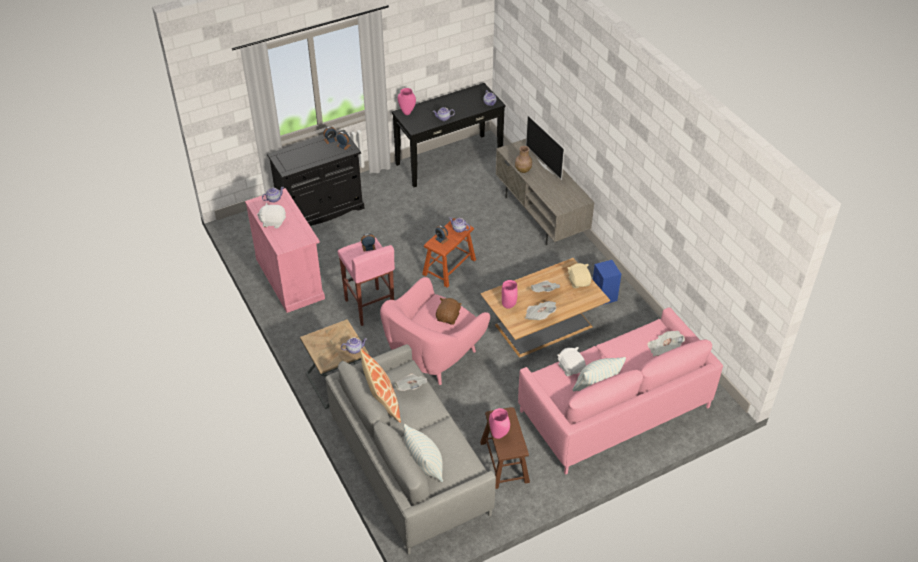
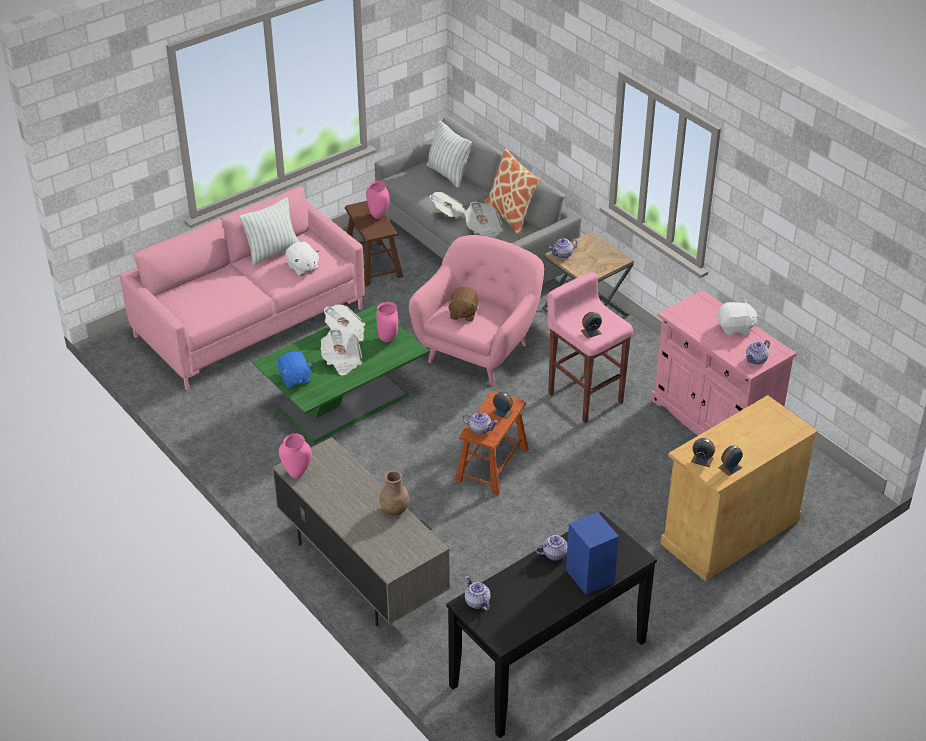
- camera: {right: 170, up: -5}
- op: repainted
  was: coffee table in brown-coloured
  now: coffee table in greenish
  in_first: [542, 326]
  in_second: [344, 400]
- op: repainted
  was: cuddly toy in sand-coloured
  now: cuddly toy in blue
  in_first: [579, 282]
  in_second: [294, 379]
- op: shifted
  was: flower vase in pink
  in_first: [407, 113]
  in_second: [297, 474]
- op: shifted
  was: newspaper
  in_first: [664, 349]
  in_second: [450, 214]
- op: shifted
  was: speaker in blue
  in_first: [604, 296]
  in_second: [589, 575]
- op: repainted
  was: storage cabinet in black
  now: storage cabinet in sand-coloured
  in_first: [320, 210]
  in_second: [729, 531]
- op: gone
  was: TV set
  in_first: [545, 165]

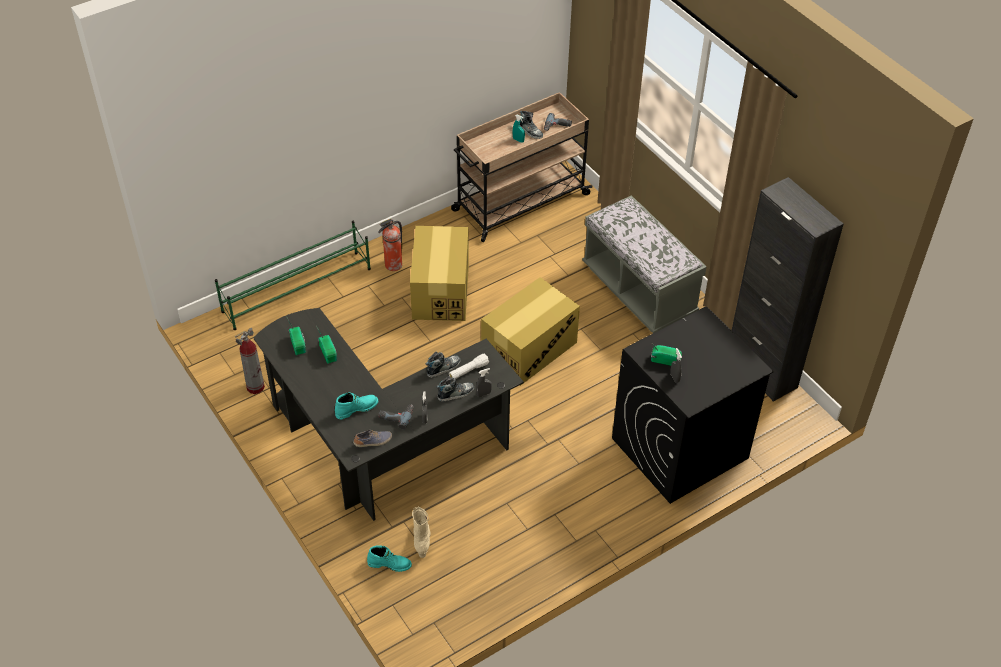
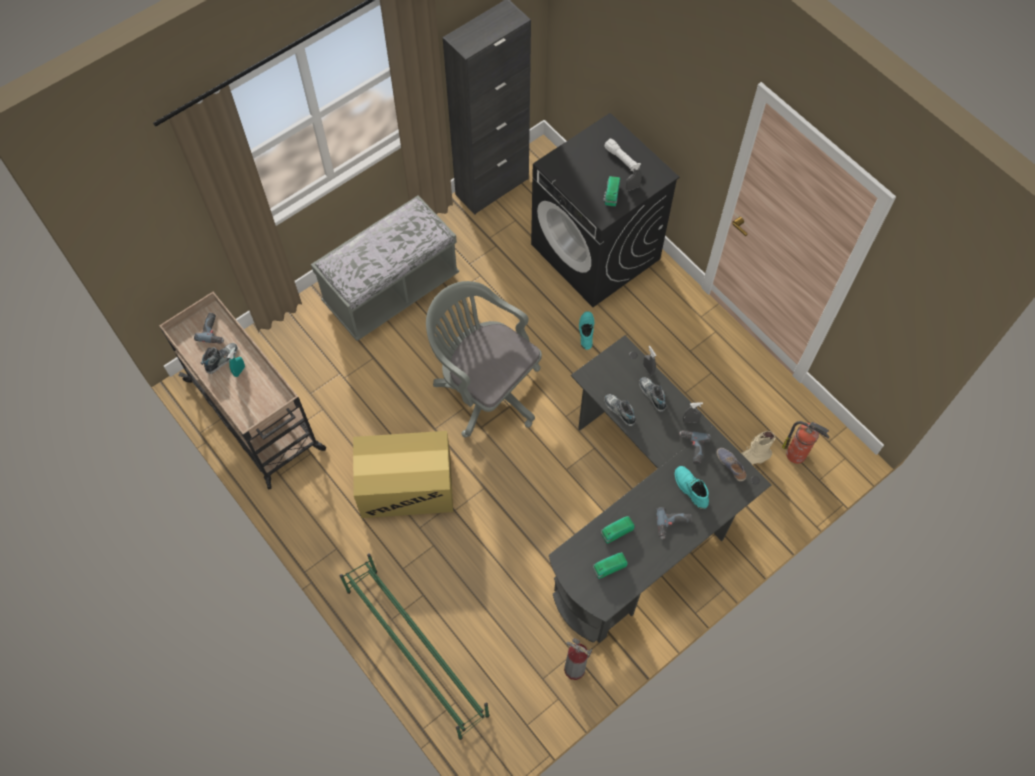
- camera: {right: -95, up: 15}
- op: swapped
  was: carton
  now: office chair in gray
  in_first: [529, 348]
  in_second: [485, 388]
- op: shifted
  was: tall boot in turquoise
  in_first: [390, 563]
  in_second: [585, 331]
- op: shifted
  was: torch in whitish
  in_first: [468, 371]
  in_second: [621, 159]
- op: new
  now: electric drill
  in_second: [673, 525]
- op: shifted
  was: extinguisher
  in_first: [392, 265]
  in_second: [797, 455]

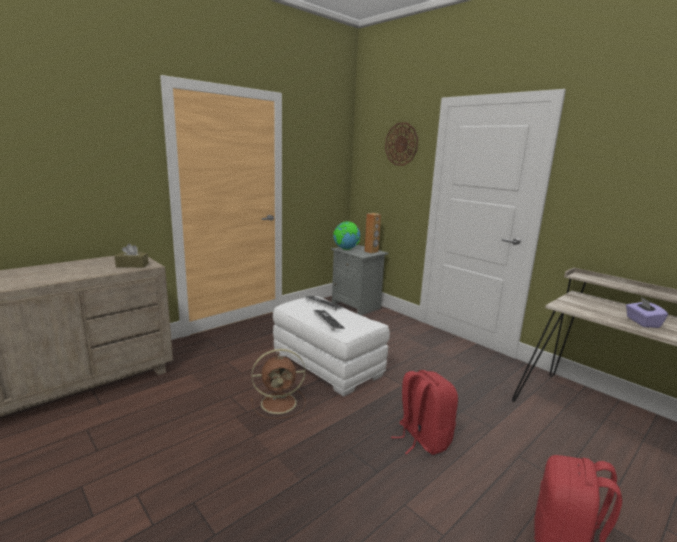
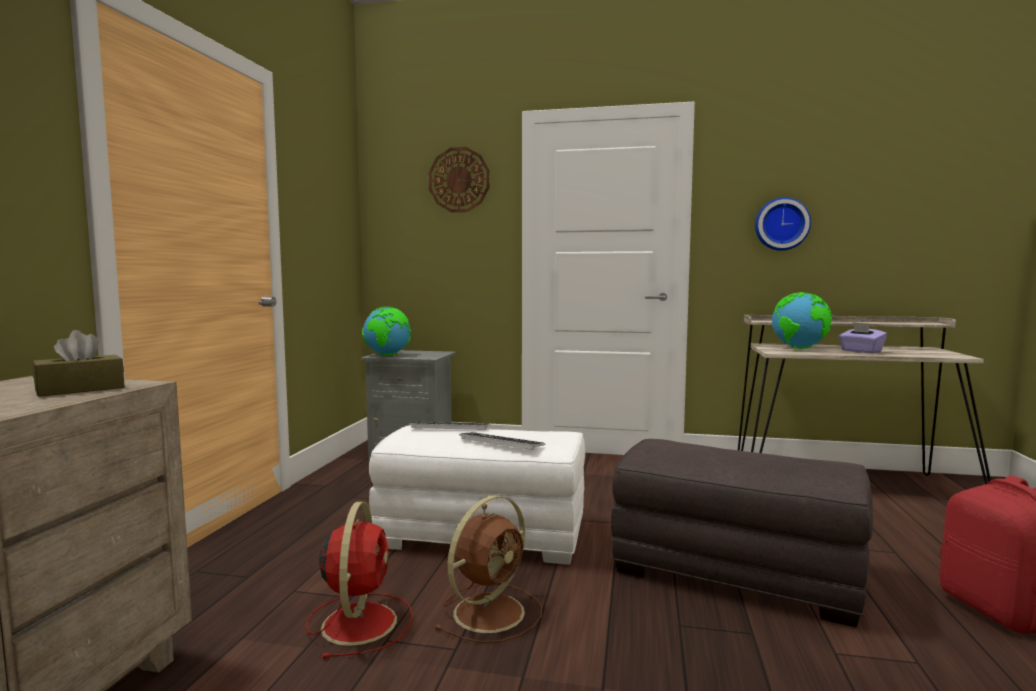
- camera: {right: -35, up: -10}
- op: new
  now: fan in reddish
  in_second: [360, 621]
- op: swapped
  was: knapsack in reddish
  now: pouffe in gray
  in_first: [422, 439]
  in_second: [733, 572]
- op: new
  now: wall clock
  in_second: [781, 224]
- op: new
  now: desk globe
  in_second: [800, 348]
- op: gone
  was: speaker in brown-coloured
  in_first: [371, 251]

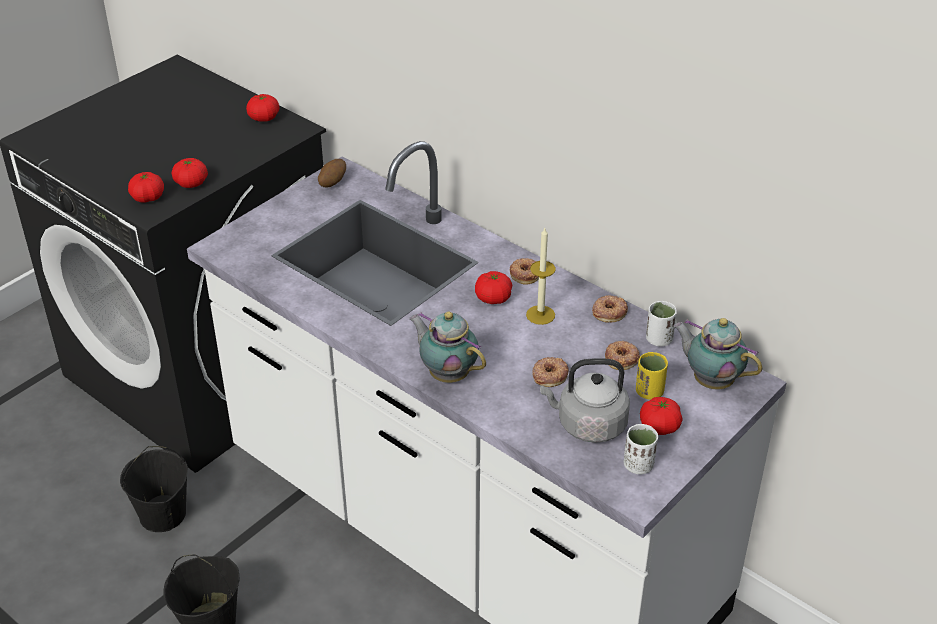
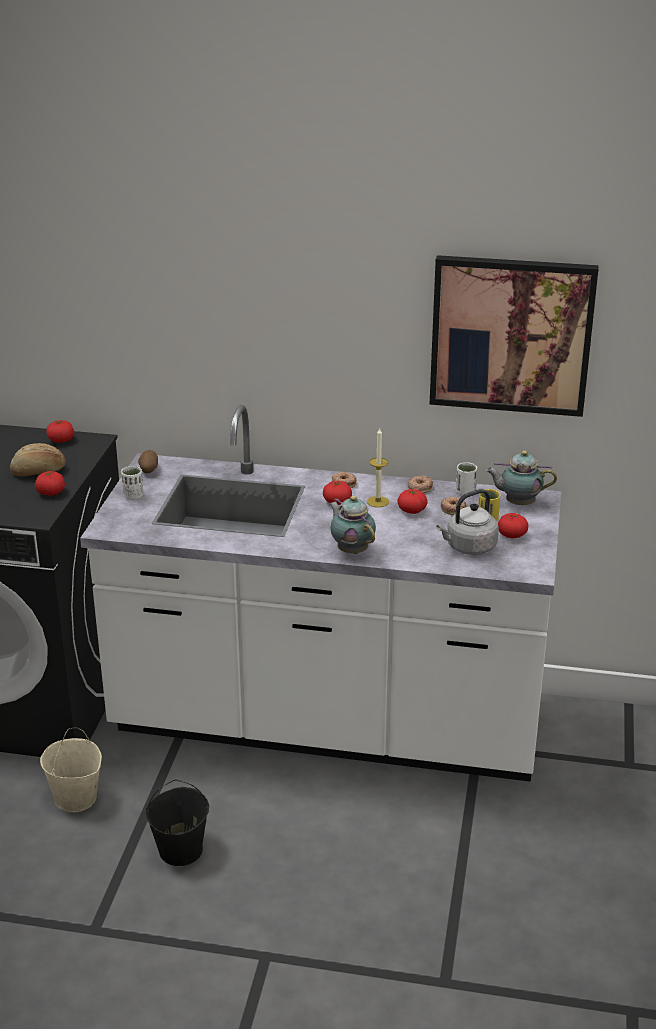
- camera: {right: -30, up: -10}
- op: new
  now: bakery bread
  in_second: [39, 472]
- op: repainted
  was: pail in black
  now: pail in sand-coloured
  in_first: [163, 515]
  in_second: [76, 798]
- op: shifted
  was: cup in whitish
  in_first: [638, 465]
  in_second: [133, 496]
- op: rotated
  was: tea pot
  in_first: [447, 374]
  in_second: [351, 550]
  clockwise: 45
- op: shifted
  was: fresh tomato
  in_first: [148, 198]
  in_second: [412, 510]
- op: new
  now: wall picture
  in_second: [511, 335]
- op: gone
  was: ring doughnut
  in_first: [549, 375]

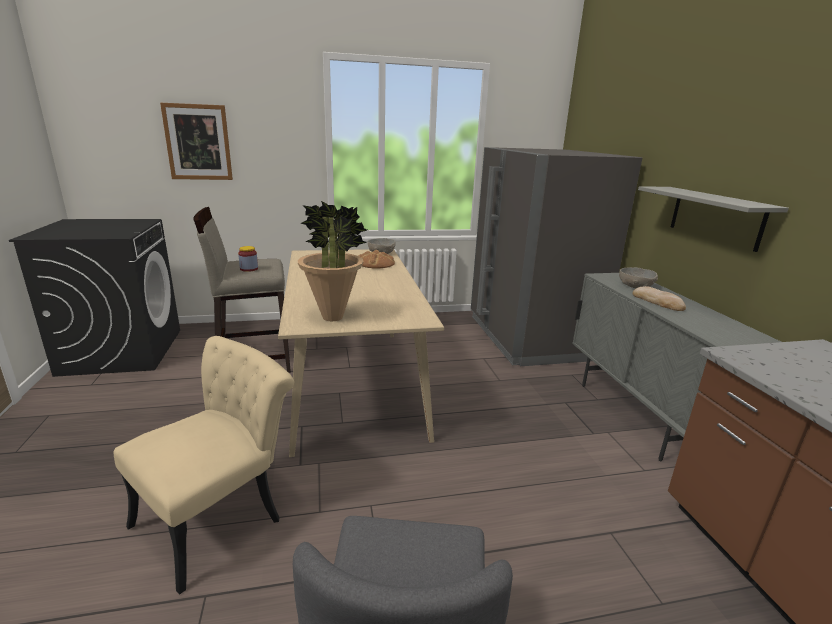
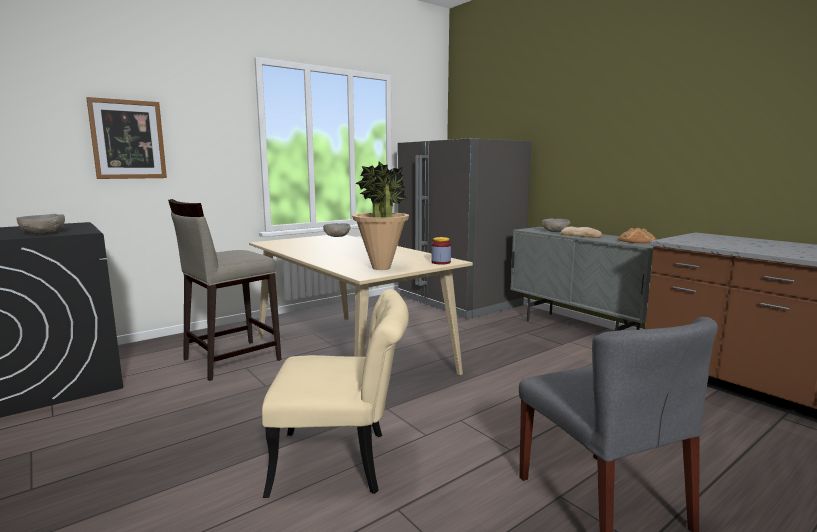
- camera: {right: -25, up: -10}
- op: new
  now: bowl in gray
  in_second: [43, 233]
- op: rotated
  was: chair in sand-coloured
  in_first: [221, 515]
  in_second: [344, 462]
  clockwise: 75
- op: shifted
  was: preserve jar
  in_first: [249, 269]
  in_second: [441, 262]
- op: shifted
  was: bakery bread
  in_first: [375, 263]
  in_second: [636, 241]
- op: gone
  was: wall shelf in gray
  in_first: [715, 217]

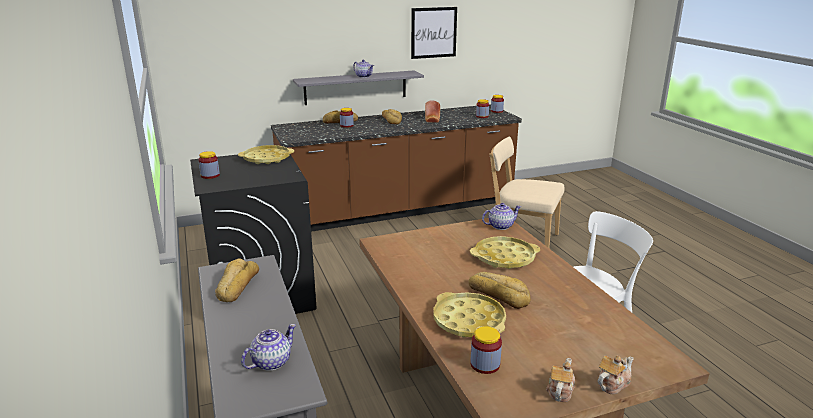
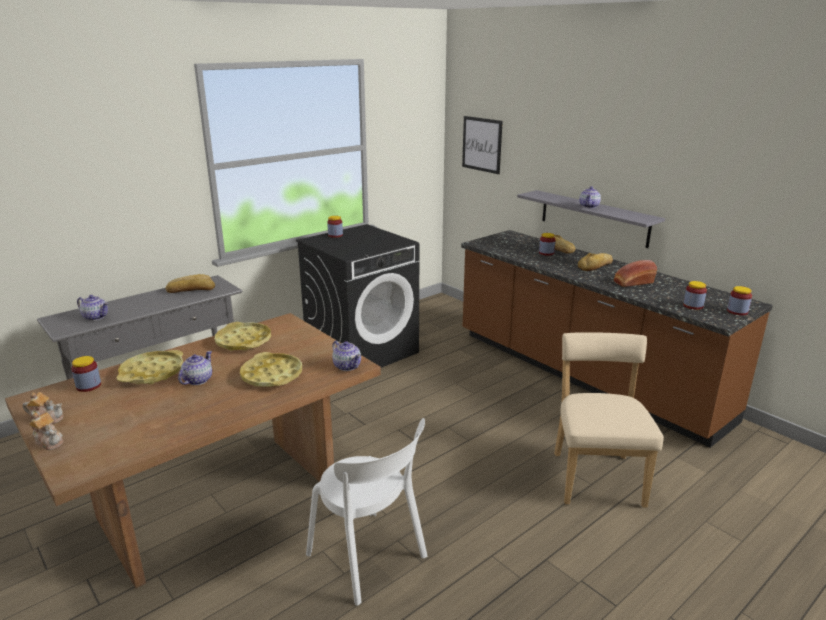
- camera: {right: 70, up: 0}
- op: swapped
  was: bakery bread
  now: tea pot
  in_first: [499, 294]
  in_second: [197, 380]
- op: shifted
  was: tray in yellowish
  in_first: [266, 159]
  in_second: [244, 341]
- op: shifted
  was: wall picture
  in_first: [433, 32]
  in_second: [482, 144]

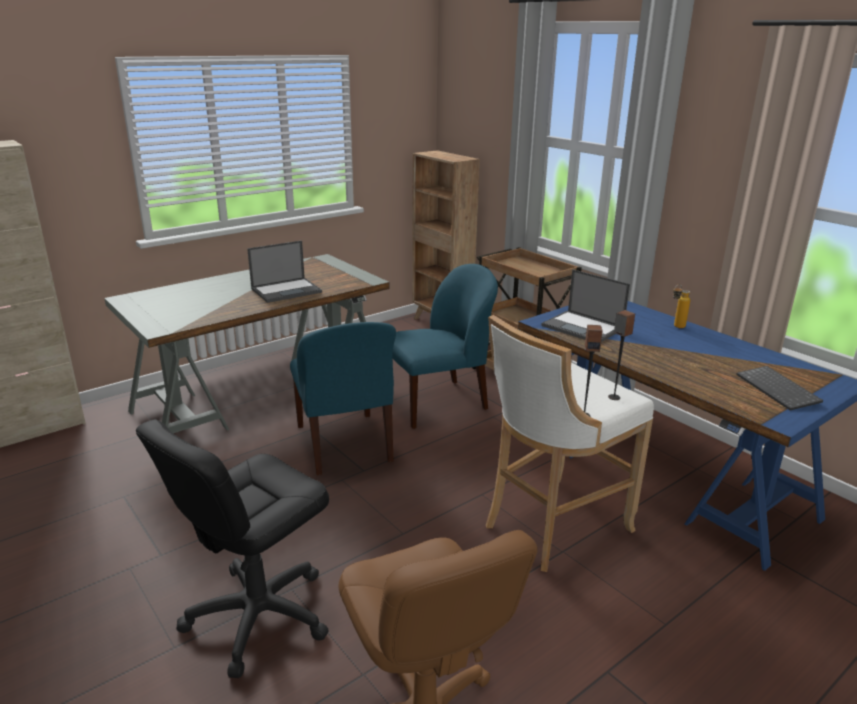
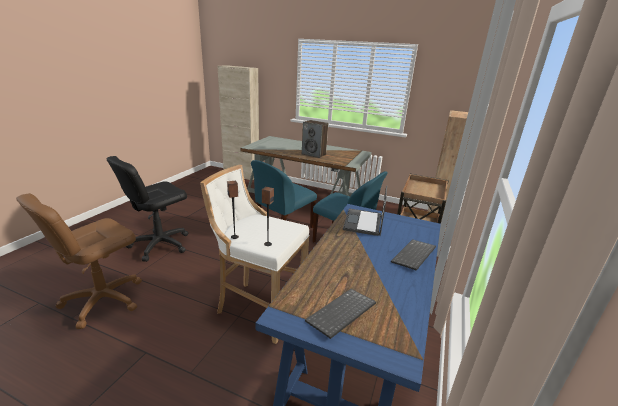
- camera: {right: 60, up: 0}
- op: rotated
  was: office chair in black
  in_first: [258, 615]
  in_second: [160, 245]
  clockwise: -60
- op: swapped
  was: notebook computer
  now: speaker
  in_first: [287, 290]
  in_second: [314, 154]
- op: swapped
  was: drink bottle
  now: keyboard
  in_first: [675, 327]
  in_second: [414, 256]

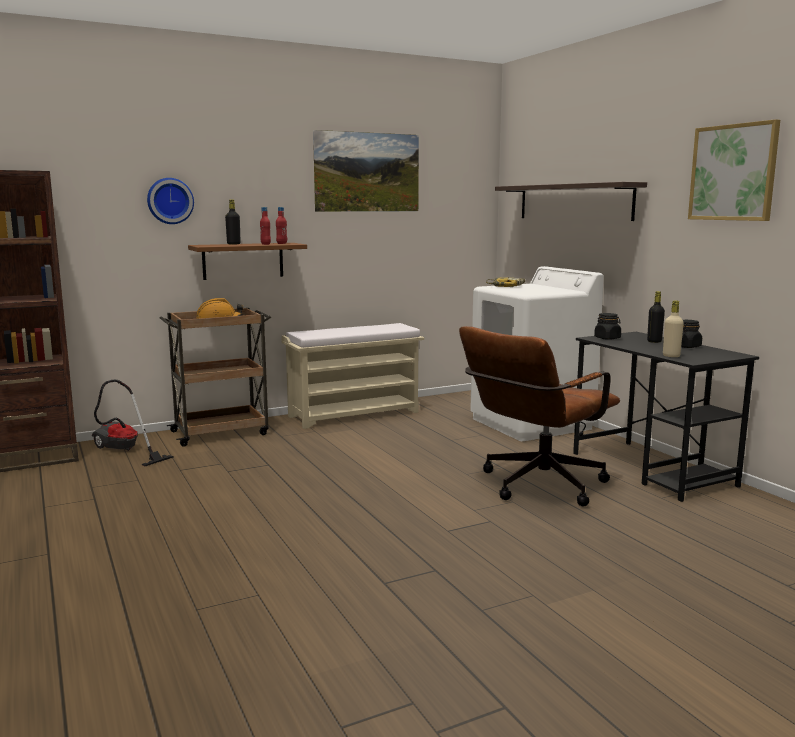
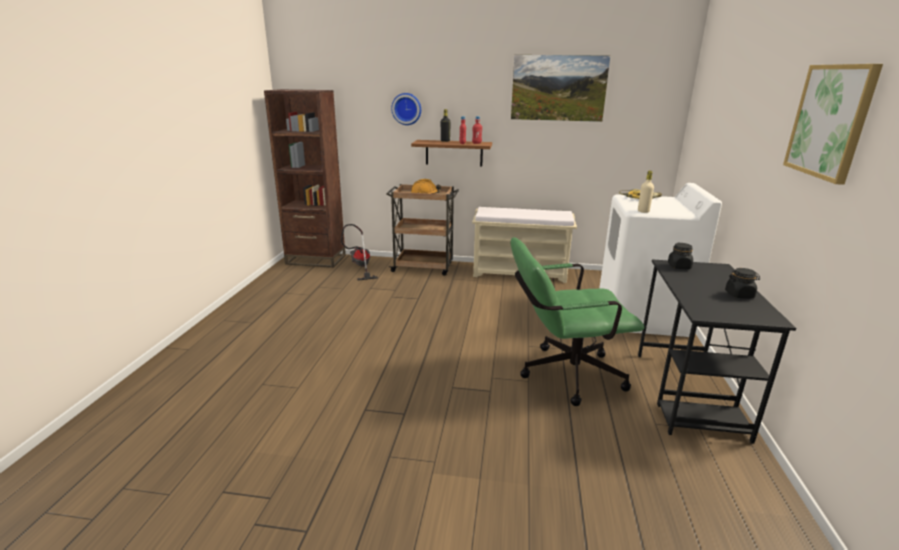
- camera: {right: 35, up: 10}
- op: repainted
  was: office chair in brown-coloured
  now: office chair in greenish
  in_first: [535, 487]
  in_second: [563, 374]
- op: shifted
  was: drink bottle in sand-coloured
  in_first: [671, 356]
  in_second: [643, 211]
- op: gone
  was: wall shelf
  in_first: [573, 202]
- op: gone
  was: drink bottle in black
  in_first: [654, 341]

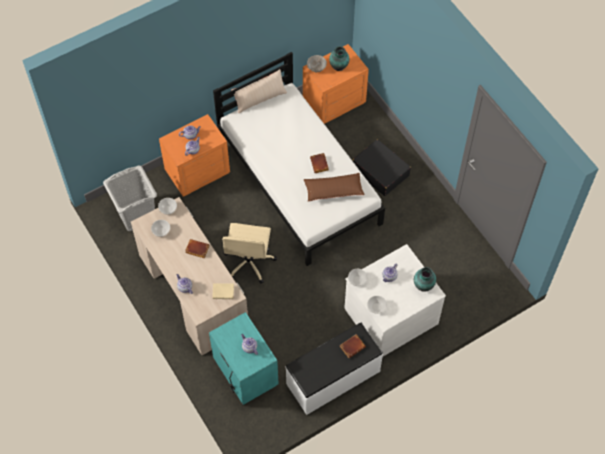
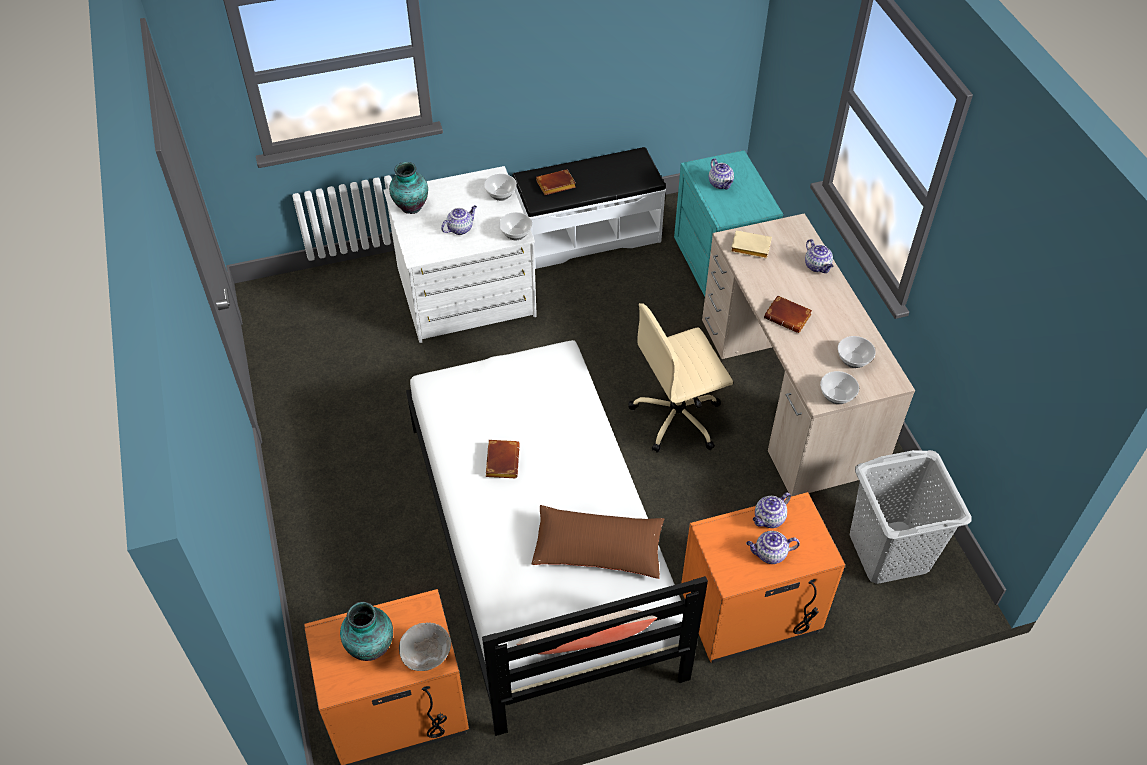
- camera: {right: -165, up: -10}
- op: shifted
  was: throw pillow in brown-coloured
  in_first: [333, 190]
  in_second: [598, 549]
- op: rotated
  was: office chair in sand-coloured
  in_first: [249, 262]
  in_second: [678, 417]
  clockwise: -135
- op: gone
  was: piece of luggage in black
  in_first: [380, 171]

